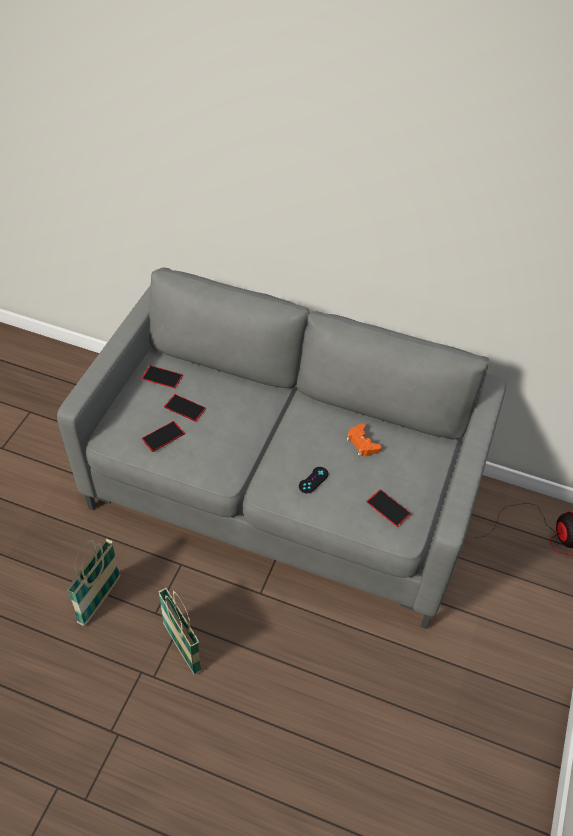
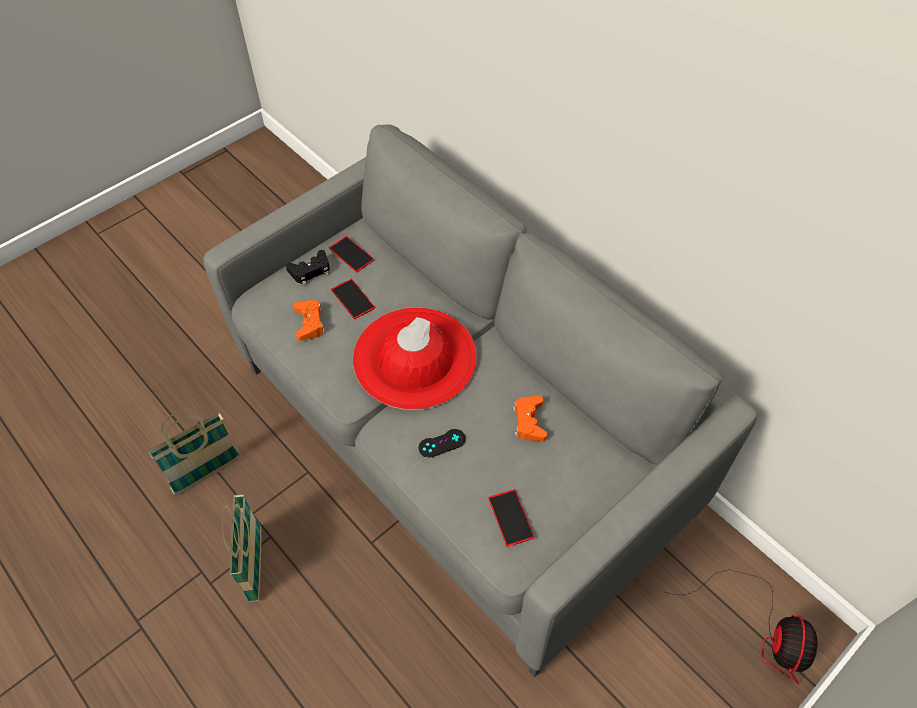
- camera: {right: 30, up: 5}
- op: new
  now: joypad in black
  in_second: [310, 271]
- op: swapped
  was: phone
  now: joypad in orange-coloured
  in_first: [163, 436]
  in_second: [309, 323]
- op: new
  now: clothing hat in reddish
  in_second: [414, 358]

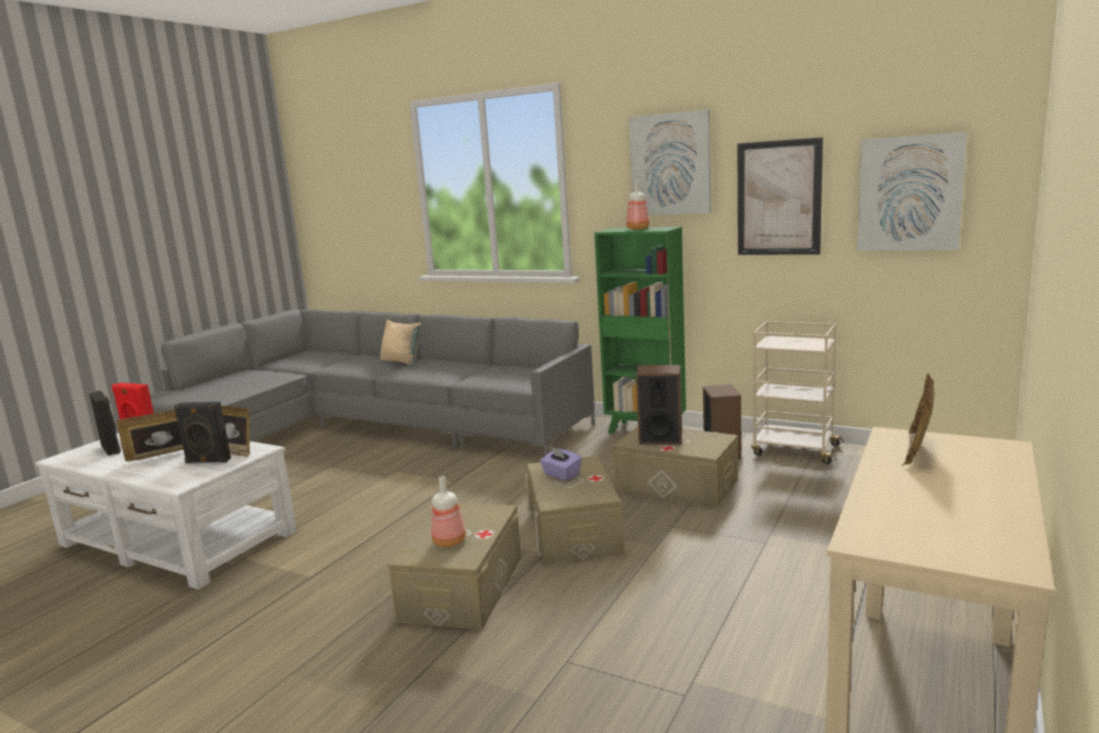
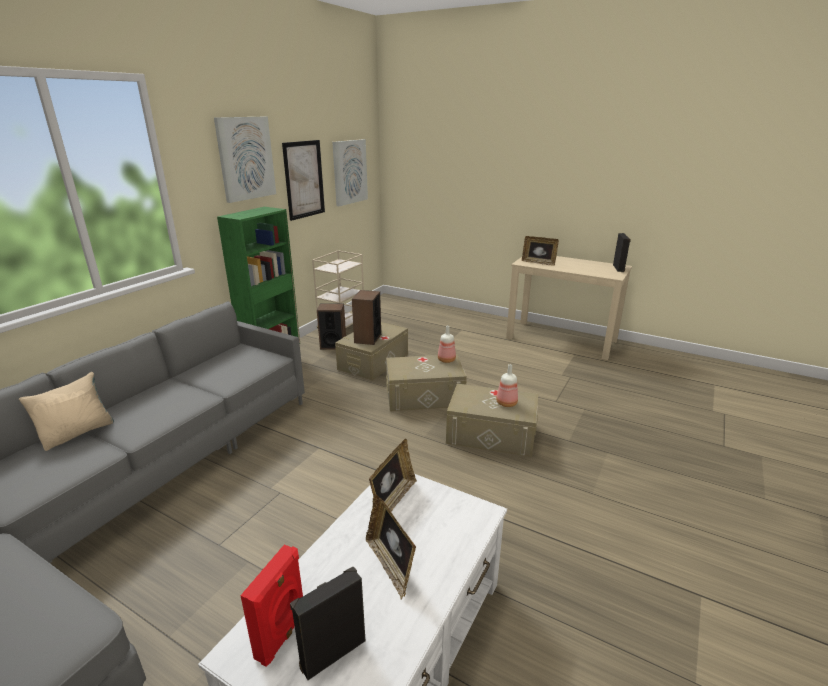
- camera: {right: -90, up: 10}
- op: shifted
  was: drink bottle
  in_first: [637, 229]
  in_second: [446, 360]
- op: shifted
  was: speaker in black
  in_first: [207, 461]
  in_second: [619, 268]
- op: gone
  was: box of tissues in purplish
  in_first: [561, 475]

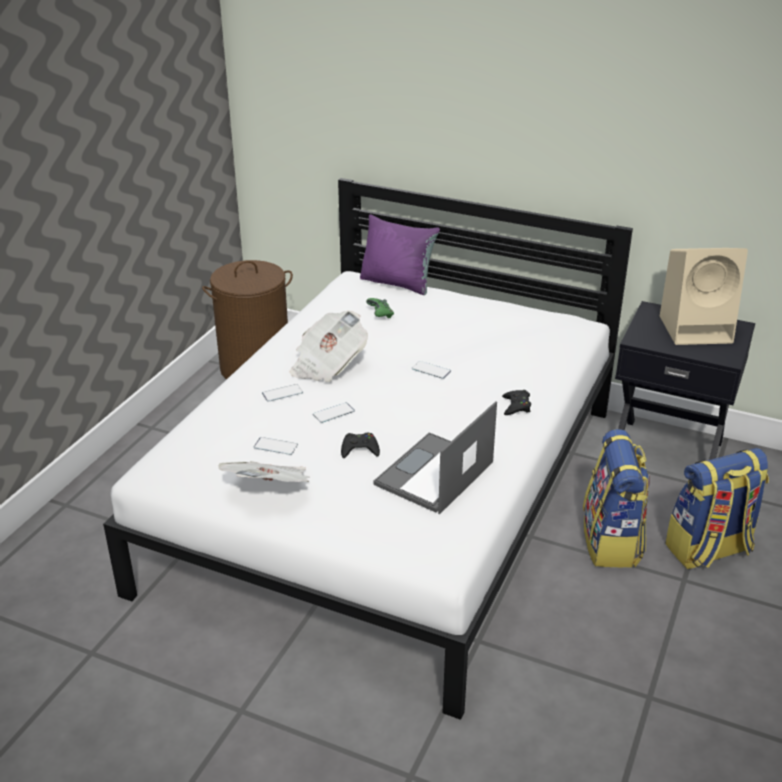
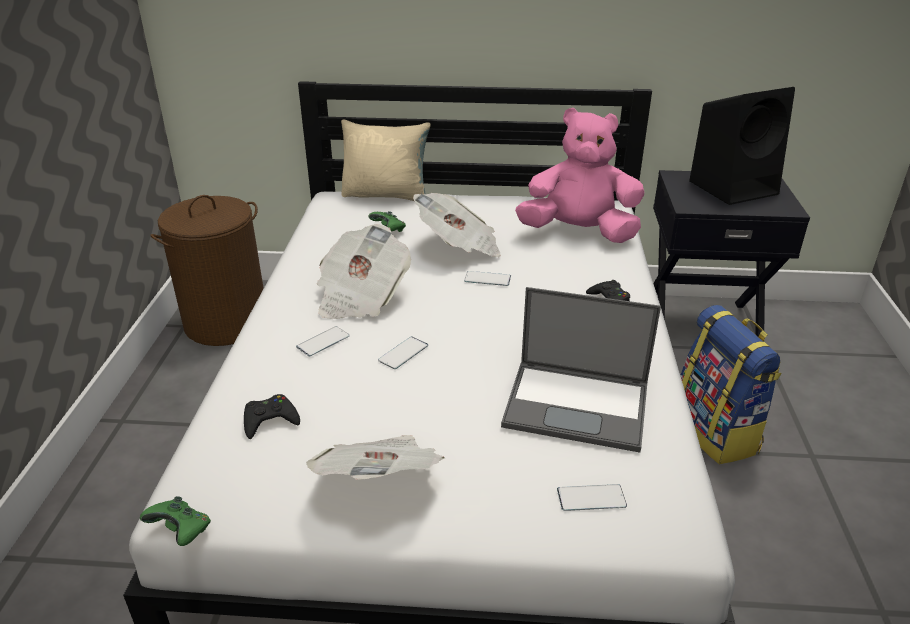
- camera: {right: -20, up: 0}
- op: new
  now: joypad in greenish
  in_second: [181, 532]
- op: shifted
  was: joypad in black
  in_first: [359, 449]
  in_second: [270, 420]
- op: repainted
  was: throw pillow in purplish
  now: throw pillow in sand-coloured
  in_first: [397, 283]
  in_second: [386, 195]
- op: new
  now: newspaper
  in_second: [459, 246]
- op: rotated
  was: notebook computer
  in_first: [434, 474]
  in_second: [578, 405]
  clockwise: -90
- op: new
  now: cuddly toy in pink
  in_second: [579, 232]
- op: shifted
  was: phone
  in_first: [275, 446]
  in_second: [591, 498]
- op: repainted
  was: speaker in sand-coloured
  now: speaker in black
  in_first: [697, 329]
  in_second: [734, 187]
- op: gone
  was: knapsack
  in_first: [708, 550]

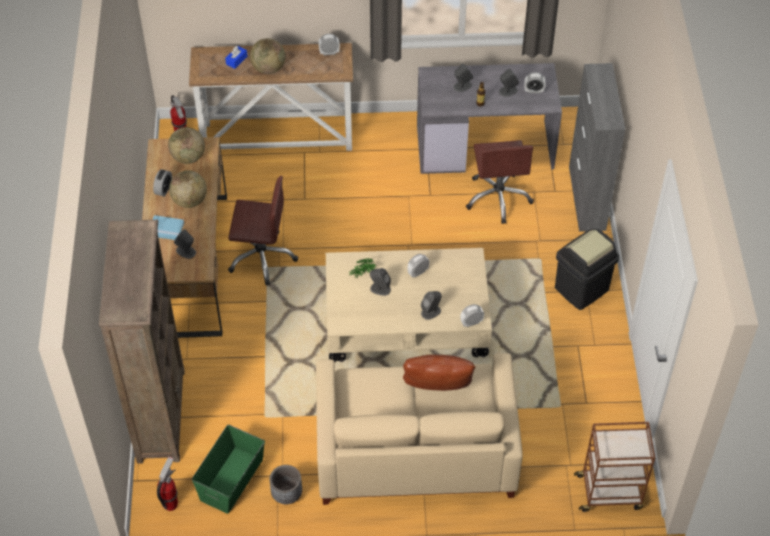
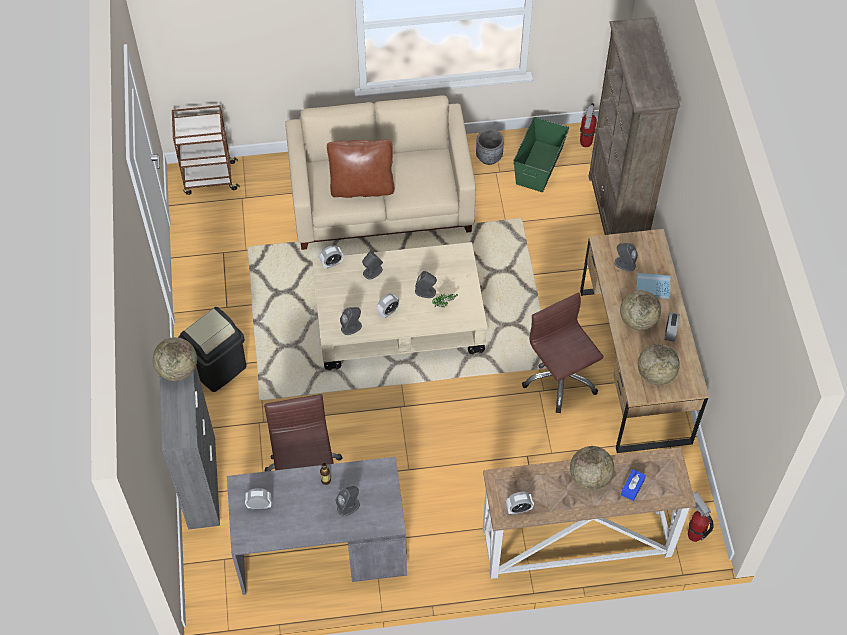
- camera: {right: 175, up: 5}
- op: new
  now: desk globe
  in_second: [178, 370]
- op: shifted
  was: speaker in gray
  in_first: [507, 91]
  in_second: [351, 327]
- op: rotated
  was: office chair in brown-coloured
  in_first: [262, 257]
  in_second: [559, 379]
  clockwise: 60

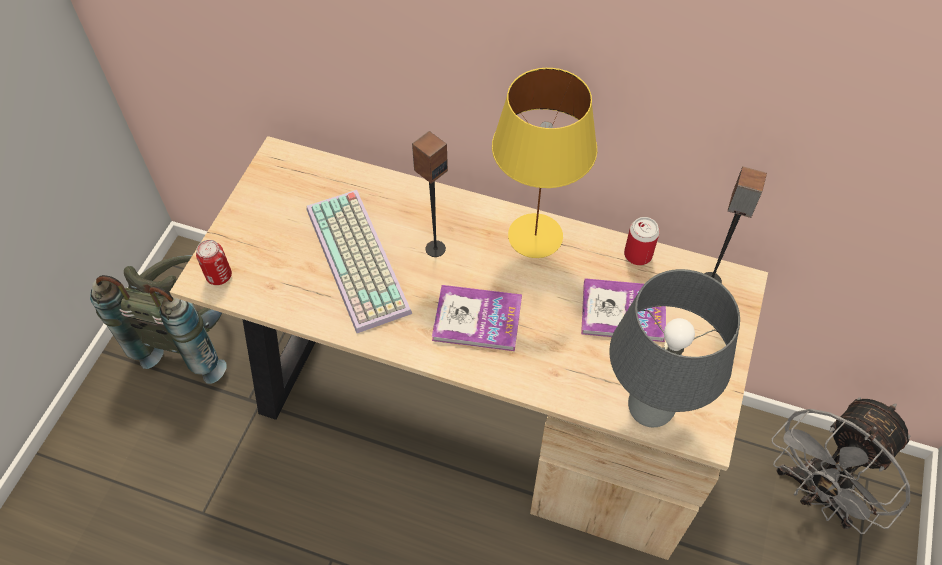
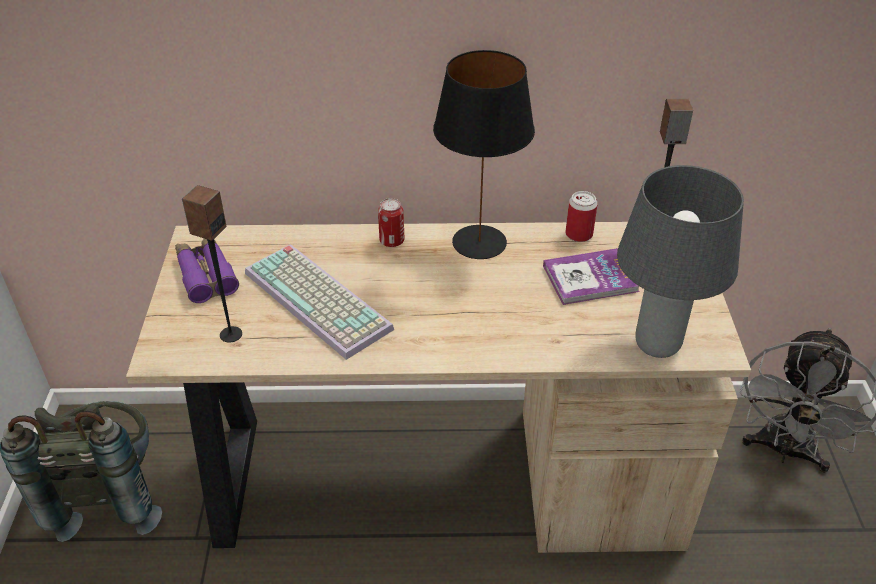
- camera: {right: -20, up: -15}
- op: new
  now: field glasses in purplish
  in_second: [206, 275]
- op: shifted
  was: speaker
  in_first: [435, 248]
  in_second: [230, 334]
- op: shifted
  was: metal can
  in_first: [219, 276]
  in_second: [392, 241]
- op: repainted
  was: table lamp in yellowish
  now: table lamp in black
  in_first: [534, 236]
  in_second: [479, 243]
- op: gone
  was: volume
  in_first: [477, 319]

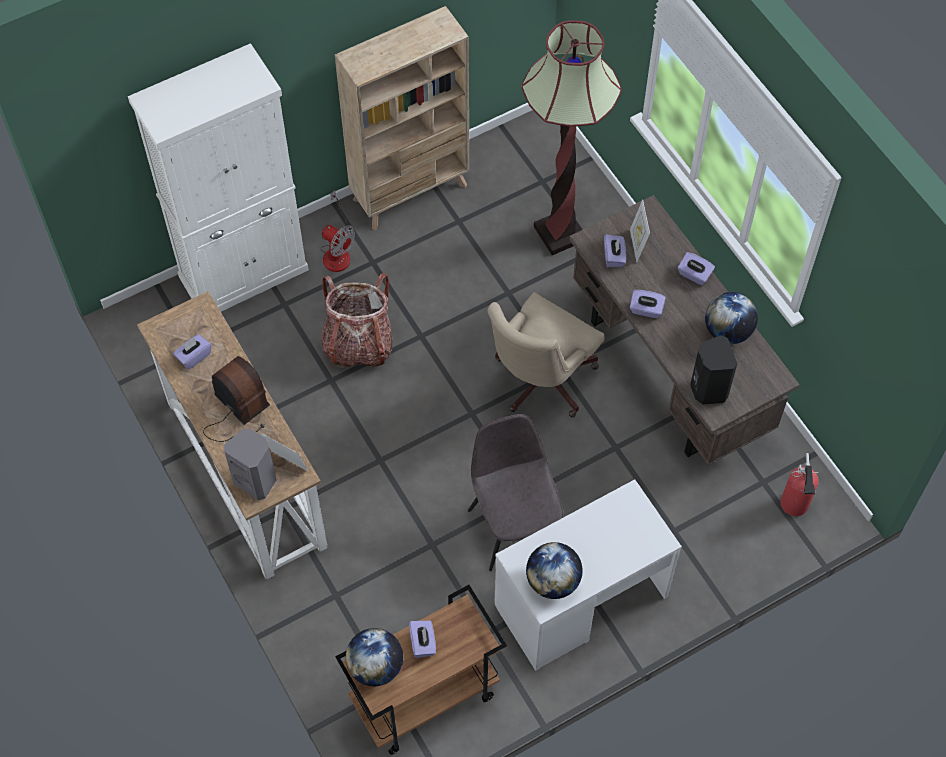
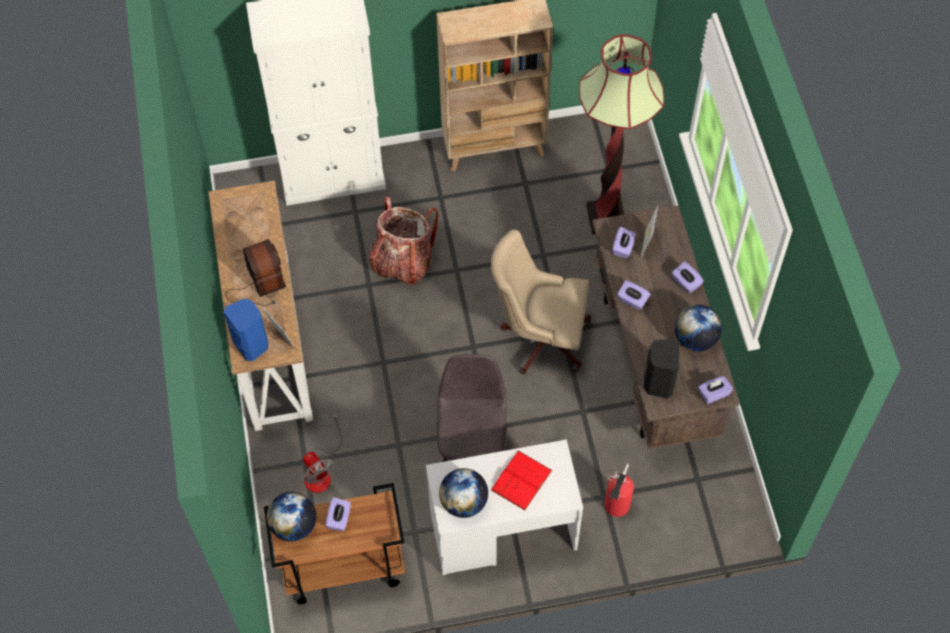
- camera: {right: 20, up: 0}
- op: repainted
  was: speaker in gray
  now: speaker in blue
  in_first: [256, 480]
  in_second: [252, 344]
- op: shifted
  was: fan
  in_first: [336, 251]
  in_second: [321, 471]
- op: rotated
  was: office chair in sand-coloured
  in_first: [539, 381]
  in_second: [540, 337]
  clockwise: 45
- op: new
  now: volume in reddish
  in_second: [521, 480]
- op: shifted
  was: extinguisher
  in_first: [794, 506]
  in_second: [615, 507]
- op: shifted
  was: box of tissues in purplish
  in_first: [194, 356]
  in_second: [713, 393]

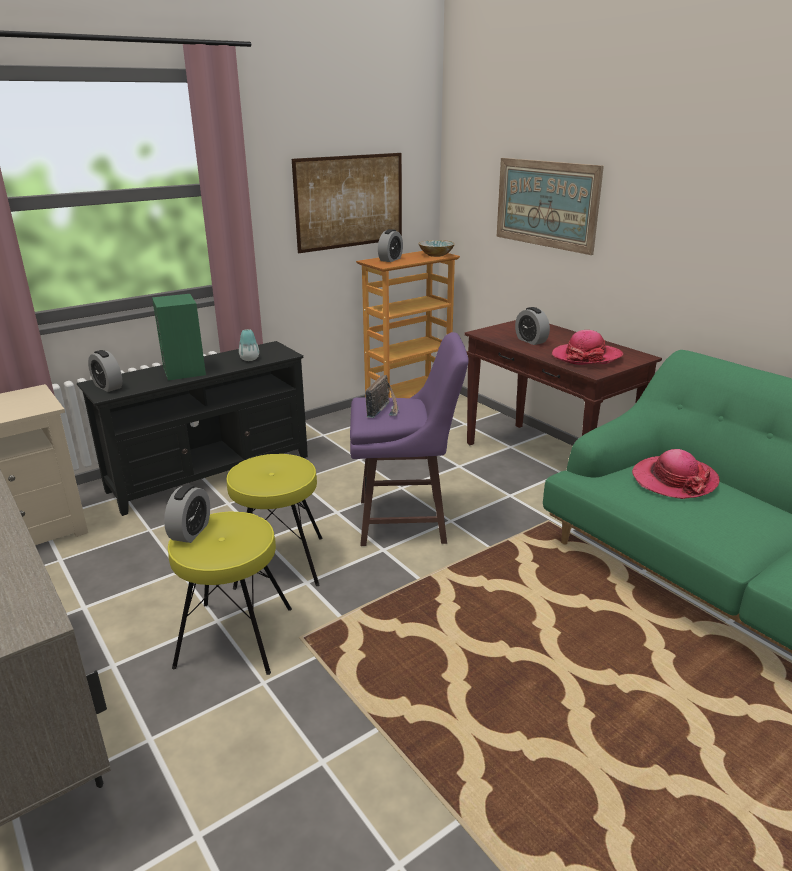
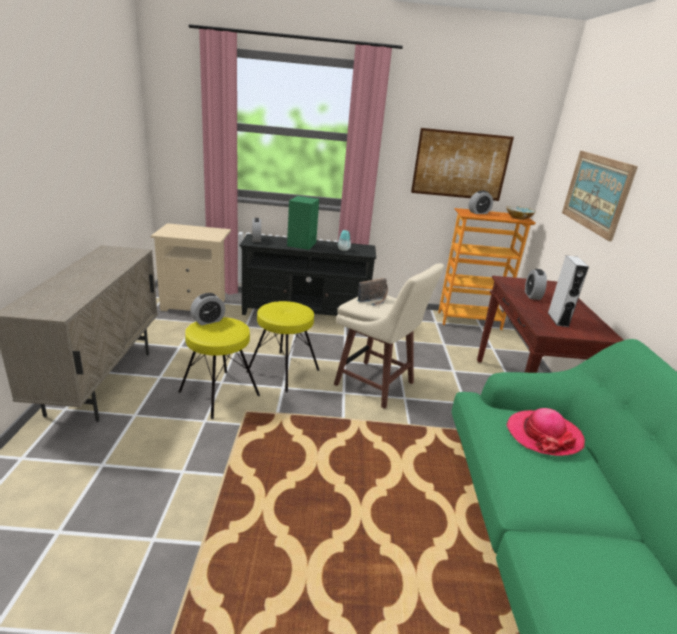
- camera: {right: 35, up: 0}
- op: repainted
  was: stool in purplish
  now: stool in sand-coloured
  in_first: [405, 522]
  in_second: [376, 385]
- op: swapped
  was: clothing hat
  now: speaker in gray
  in_first: [586, 357]
  in_second: [558, 319]

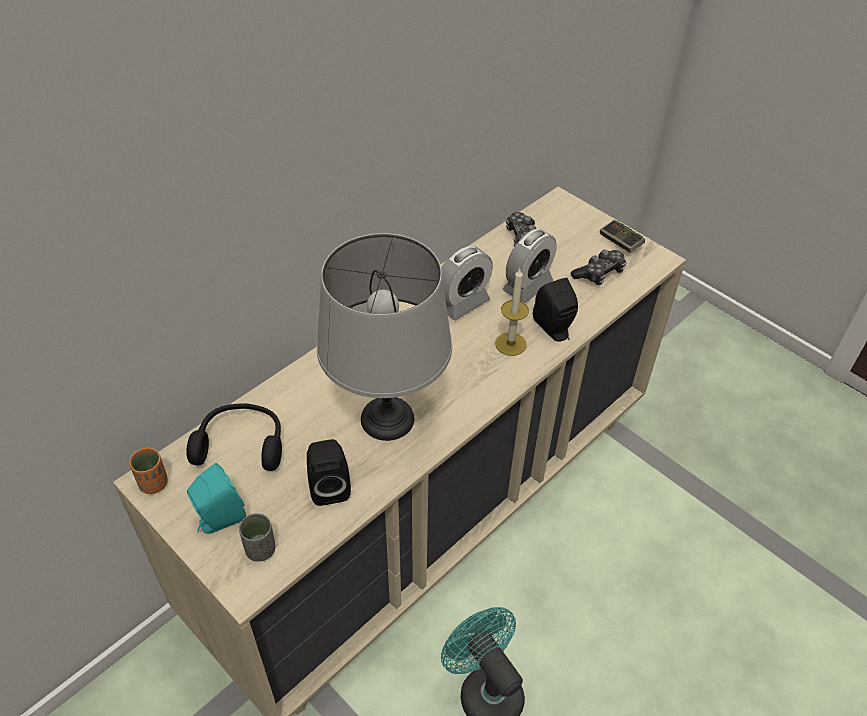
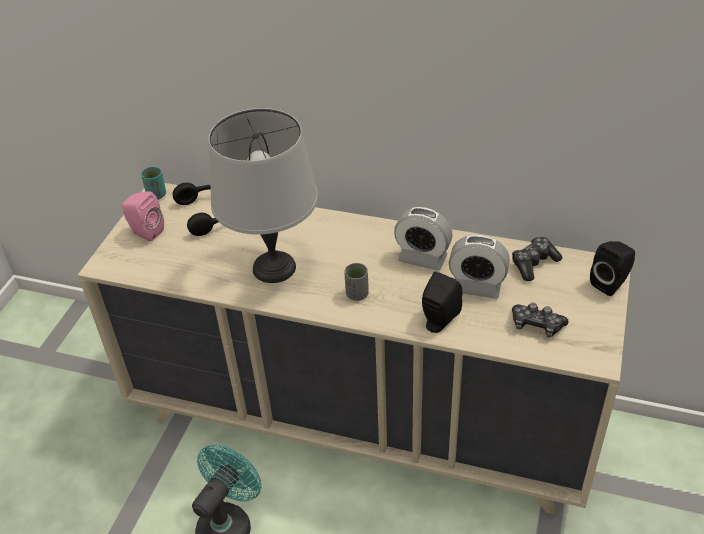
- camera: {right: 65, up: -5}
- op: repainted
  was: speaker in turquoise
  now: speaker in pink
  in_first: [219, 520]
  in_second: [145, 232]
- op: repainted
  was: cup in orange-coloured
  now: cup in turquoise
  in_first: [154, 484]
  in_second: [156, 195]
- op: shifted
  was: cup in gray
  in_first: [261, 549]
  in_second: [357, 294]
- op: shifted
  was: speaker in black
  in_first: [329, 486]
  in_second: [611, 283]
- op: gone
  was: wax light
  in_first: [510, 344]
- op: gone
  was: joypad
  in_first: [620, 242]

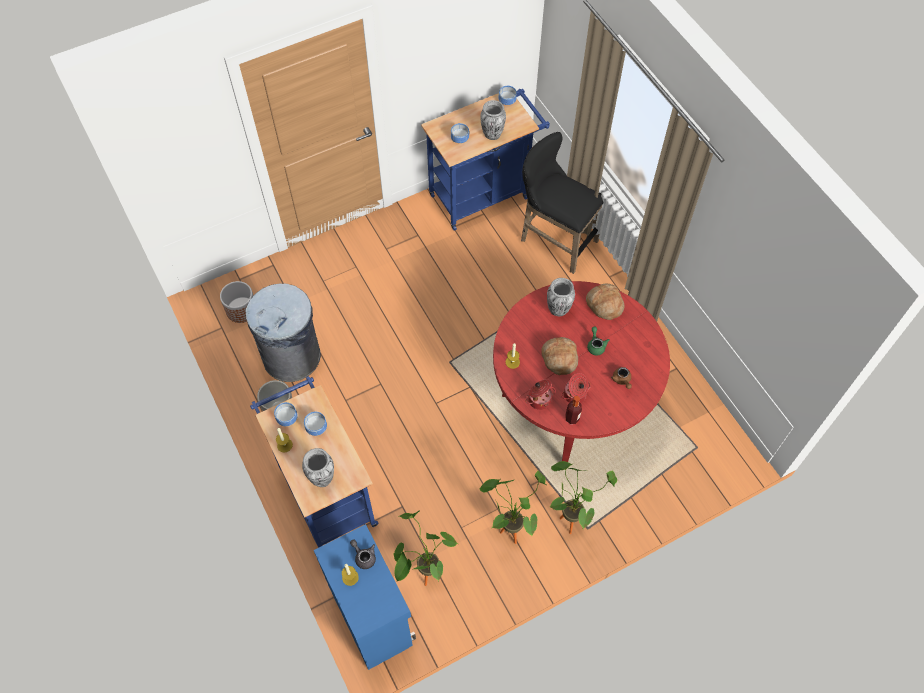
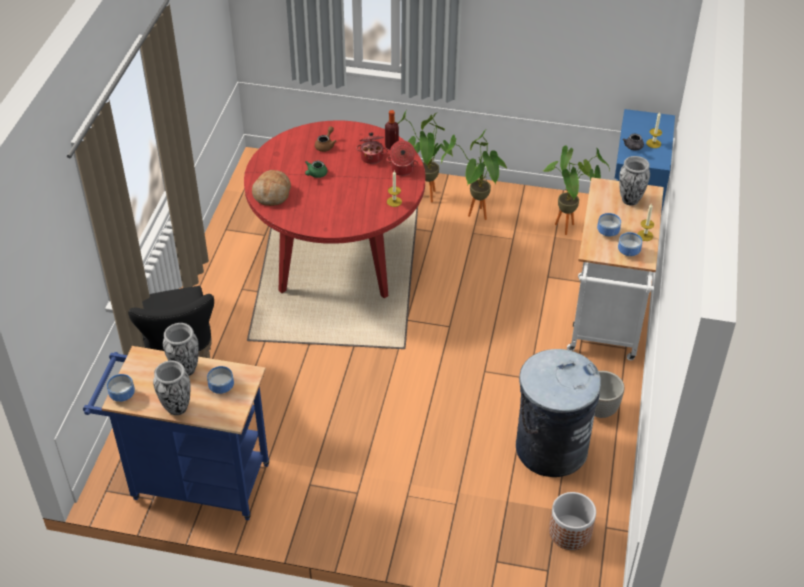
- camera: {right: -140, up: -15}
- op: shifted
  was: flower vase
  in_first: [558, 310]
  in_second: [176, 407]
- op: repainted
  was: trolley in blue
  now: trolley in whitish
  in_first: [324, 490]
  in_second: [605, 324]
- op: gone
  was: bakery bread
  in_first: [559, 358]

